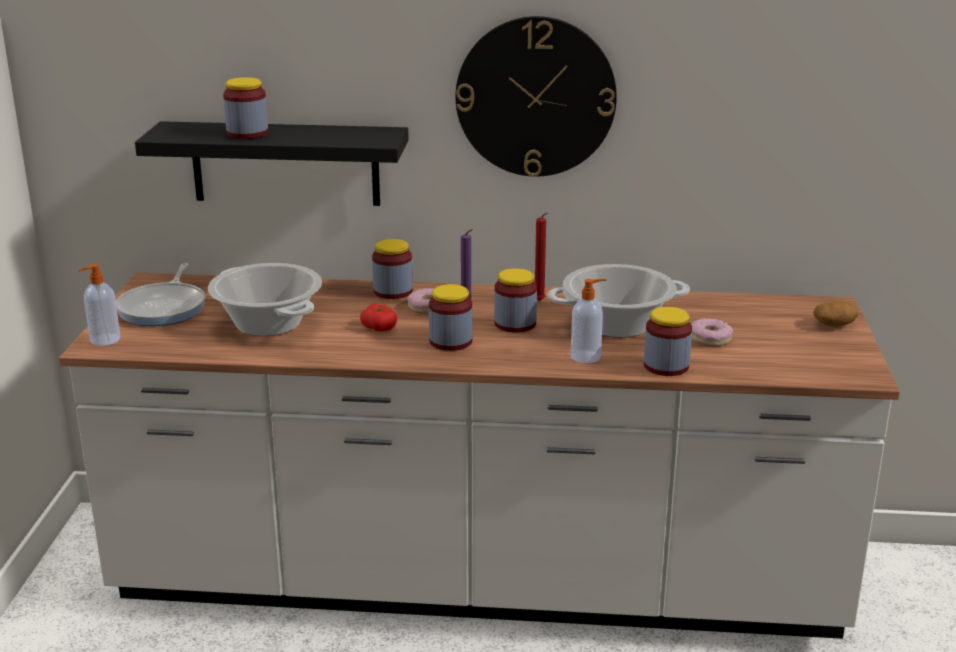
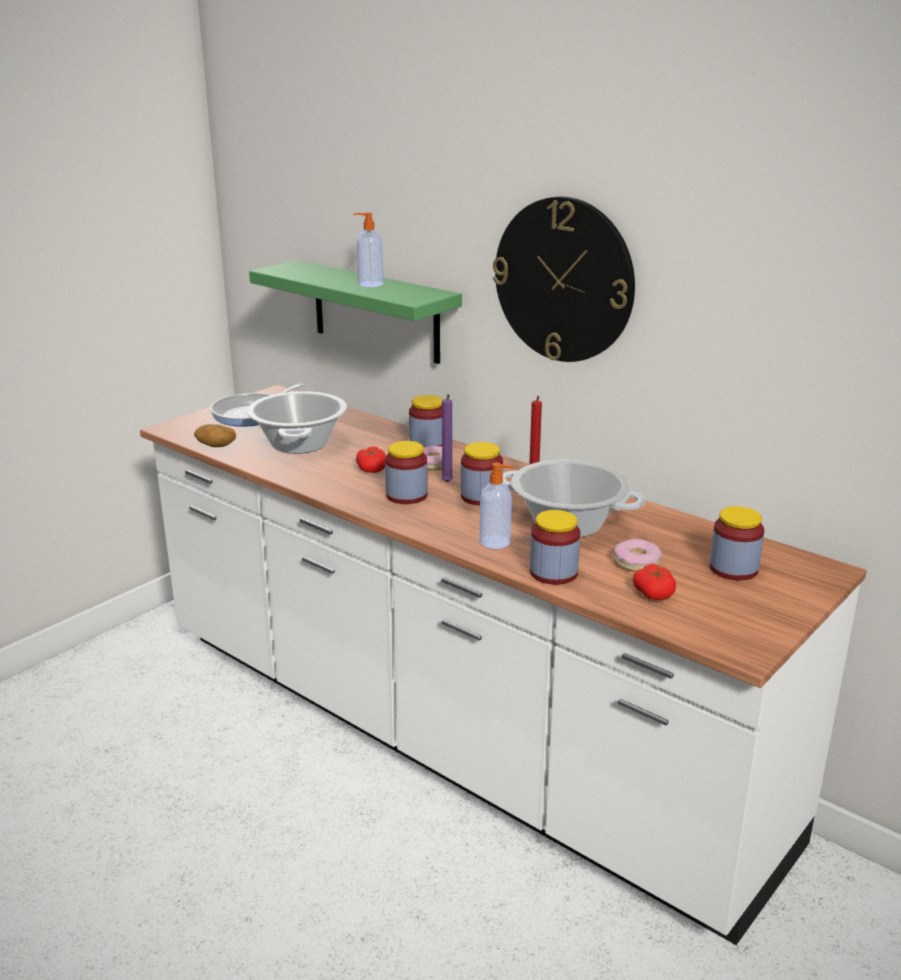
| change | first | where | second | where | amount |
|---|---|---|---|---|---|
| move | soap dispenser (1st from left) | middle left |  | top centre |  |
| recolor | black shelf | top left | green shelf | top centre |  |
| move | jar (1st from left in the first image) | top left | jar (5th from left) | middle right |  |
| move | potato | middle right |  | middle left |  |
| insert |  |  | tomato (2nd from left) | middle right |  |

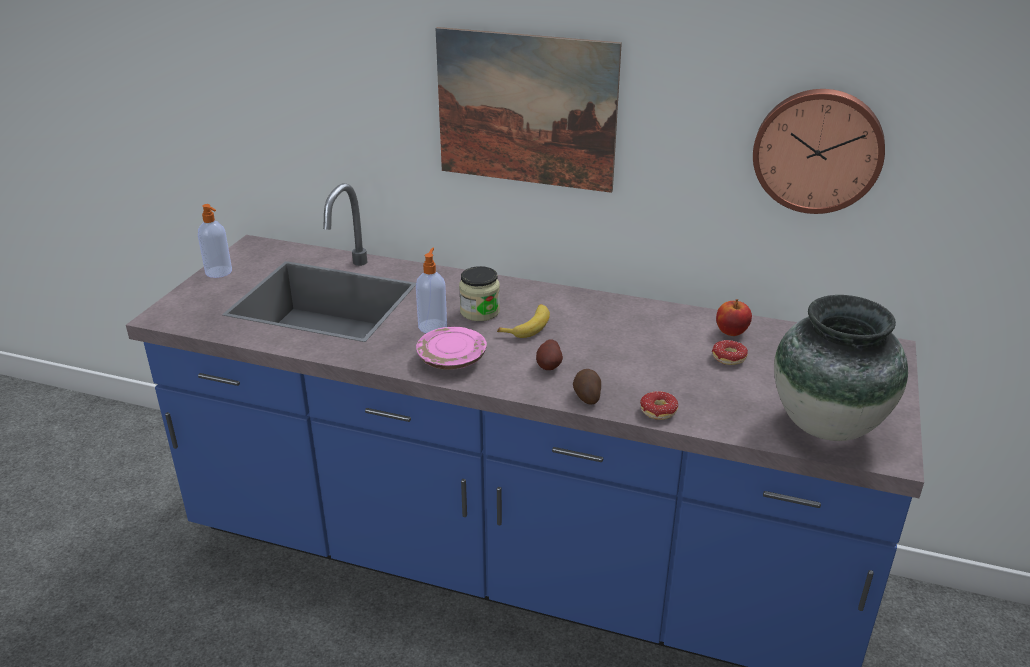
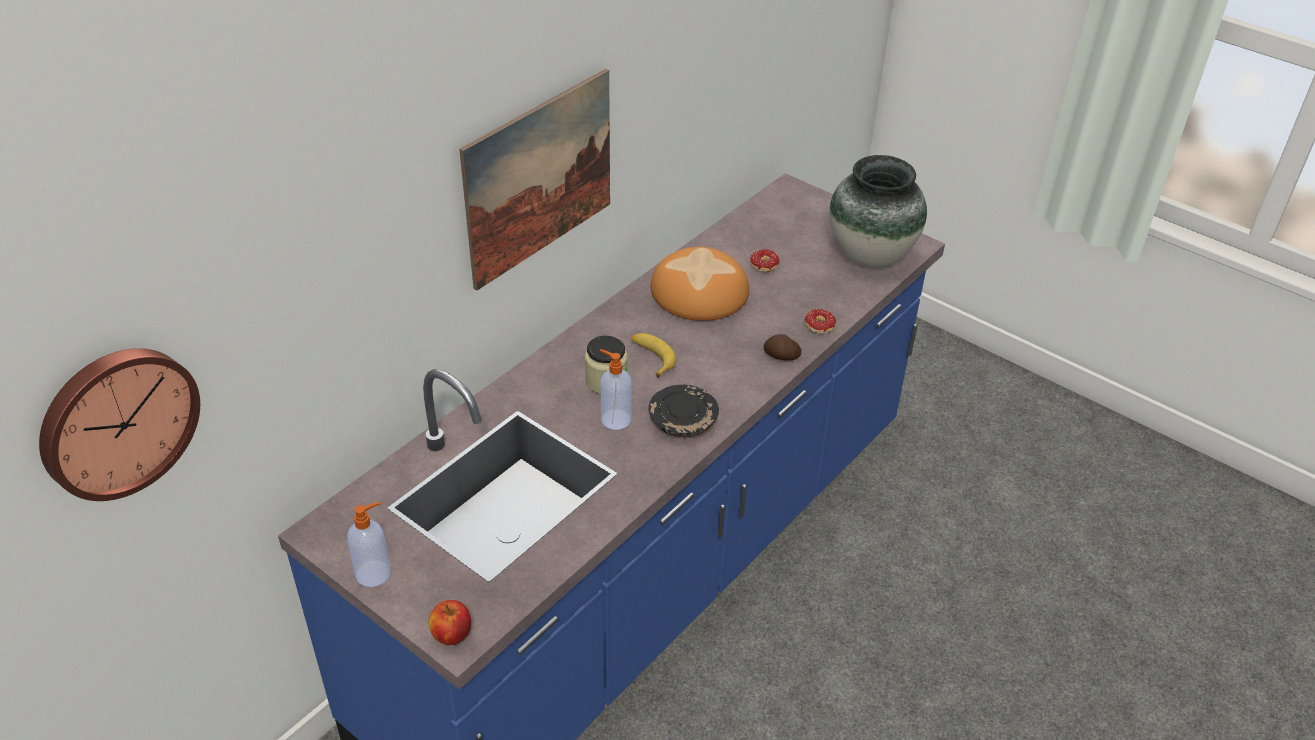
| change | first | where | second | where | amount |
|---|---|---|---|---|---|
| recolor | pink plate | centre | black plate | centre |  |
| delete | potato (1st from left) | centre |  |  |  |
| move | apple | middle right |  | bottom centre |  |
| move | wall clock | top right |  | middle left |  |
| insert |  |  | bread | centre |  |

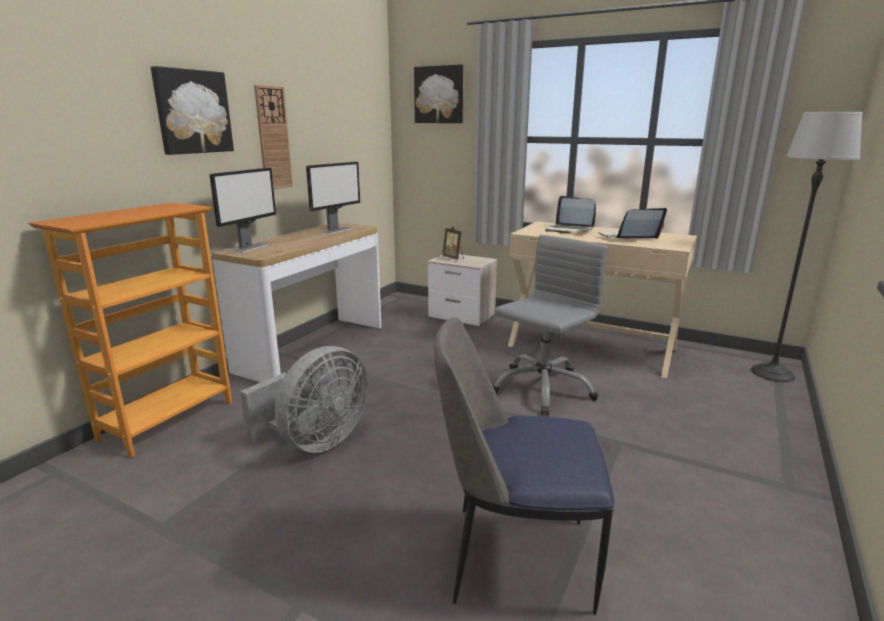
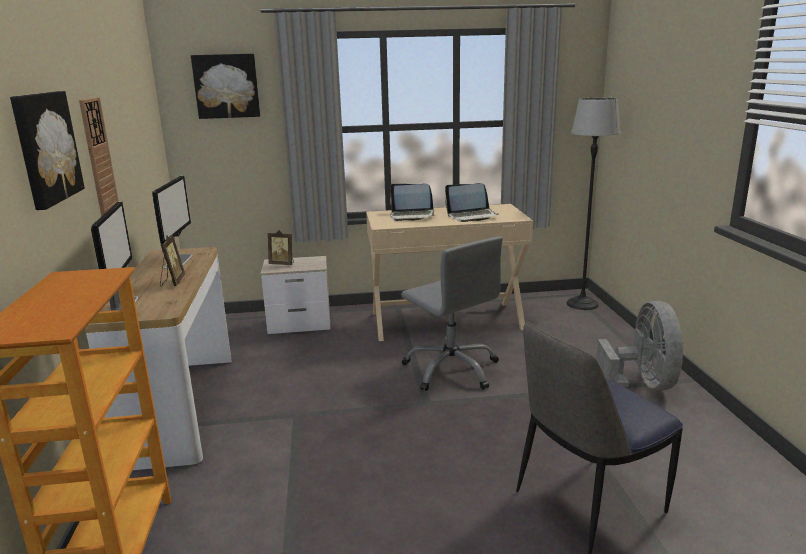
| change | first | where | second | where | amount |
|---|---|---|---|---|---|
| move | grey fan | centre |  | middle right |  |
| rotate | grey office chair | centre |  | centre | 135 degrees clockwise |
| rotate | laptop (2nd from left) | middle right |  | centre | 135 degrees counterclockwise |
| insert |  |  | picture frame (1st from left) | middle left |  |

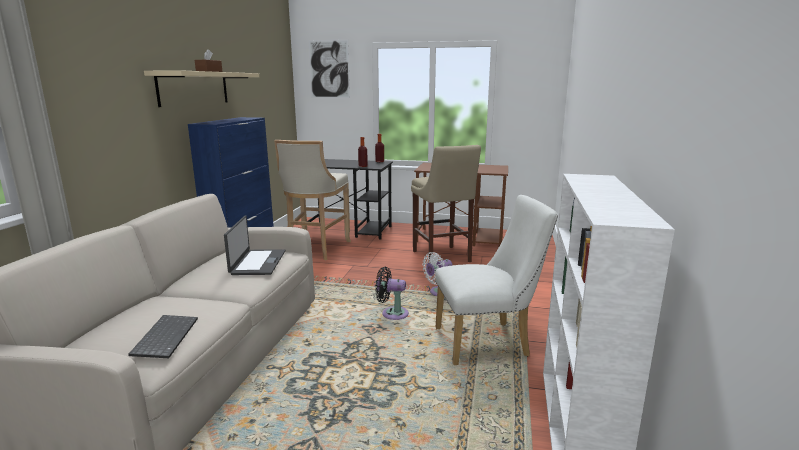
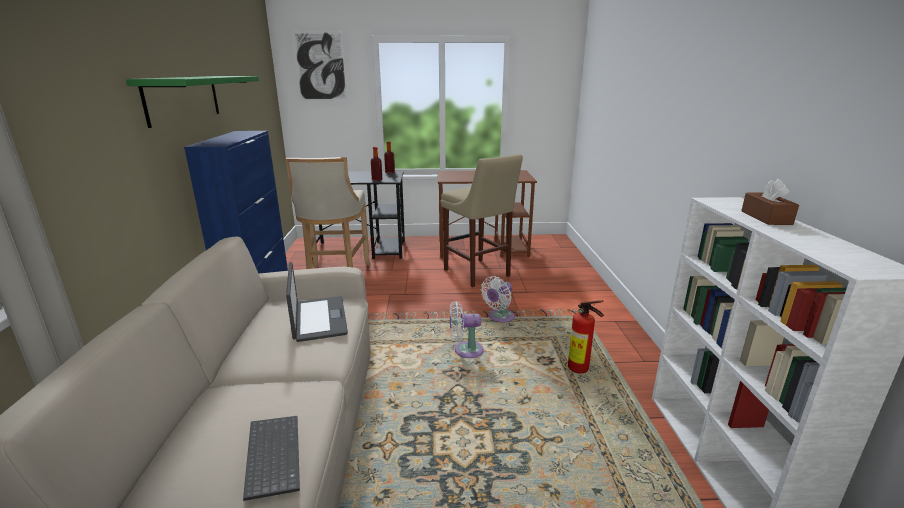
| change | first | where | second | where | amount |
|---|---|---|---|---|---|
| recolor | beige shelf | top left | green shelf | top left |  |
| move | brown tissue box | top left |  | middle right |  |
| recolor | black fan | centre | white fan (1st from left) | centre |  |
| replace | white chair | centre | fire extinguisher | centre |  |

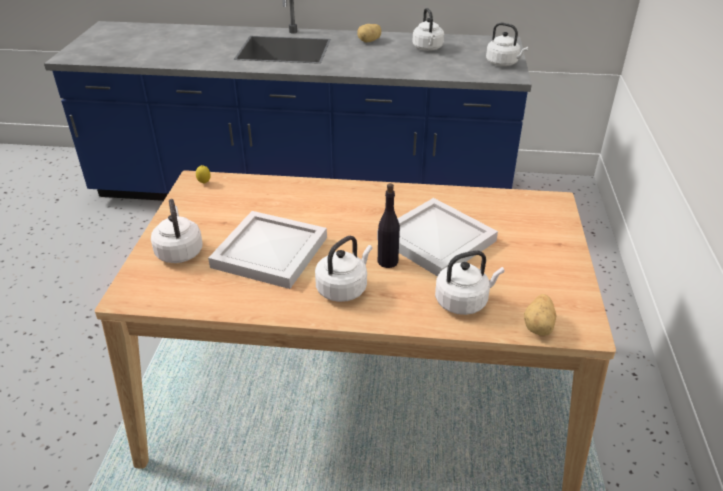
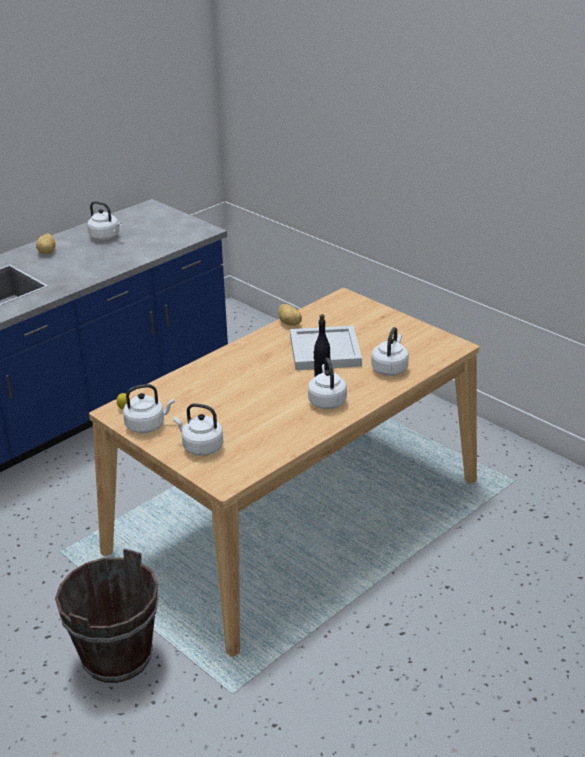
| change | first | where | second | where | amount |
|---|---|---|---|---|---|
| delete | white tray (1st from left) | centre |  |  |  |
| move | white kettle (5th from left in the first image) | top right | white kettle (2nd from left) | middle left |  |
| move | potato (2nd from left) | middle right |  | centre |  |
| insert |  |  | brown bucket | bottom left |  |

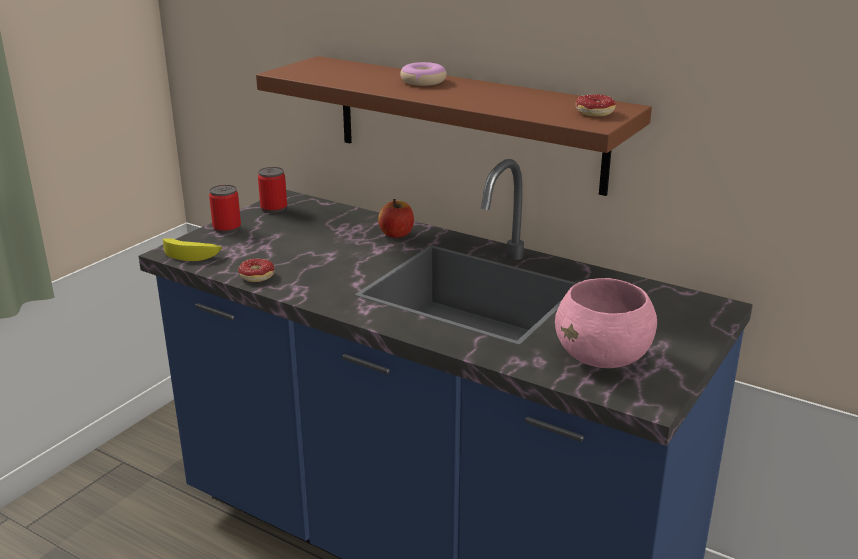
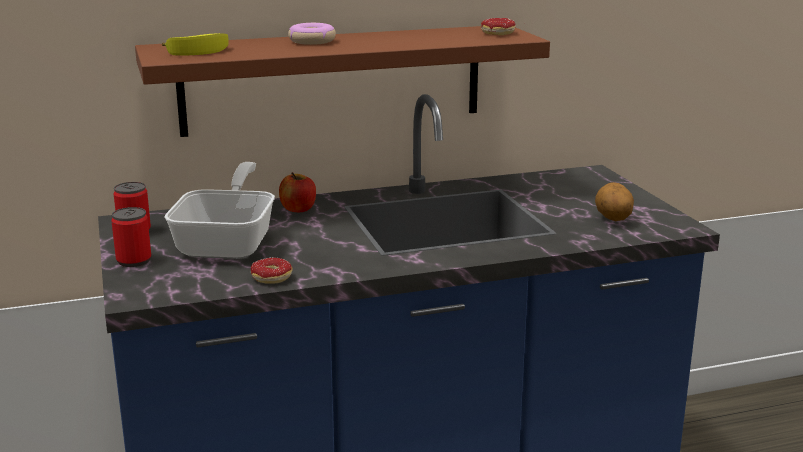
| change | first | where | second | where | amount |
|---|---|---|---|---|---|
| move | banana | middle left |  | top left |  |
| replace | pink bowl | middle right | potato | middle right |  |
| insert |  |  | frying pan | middle left |  |

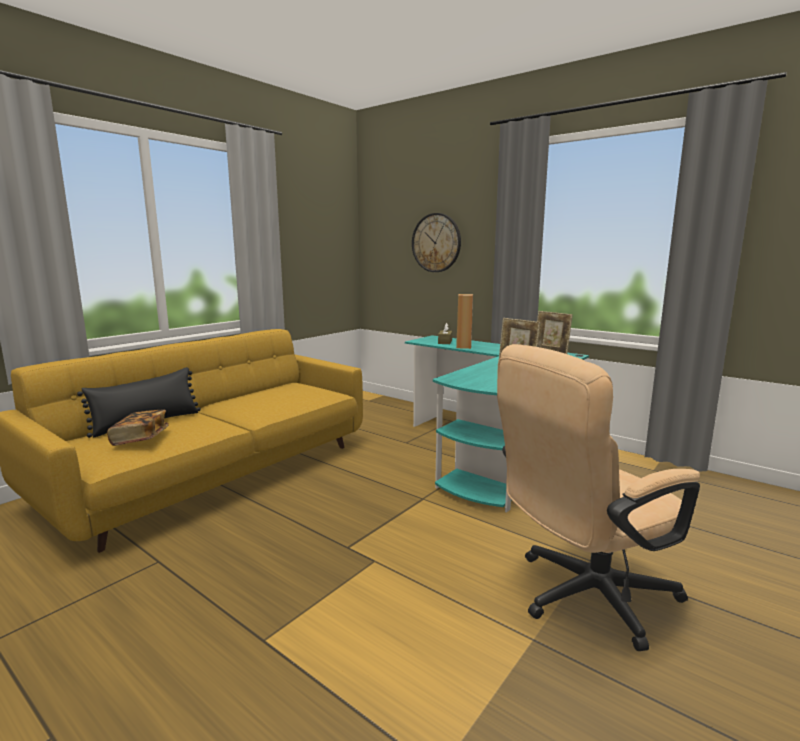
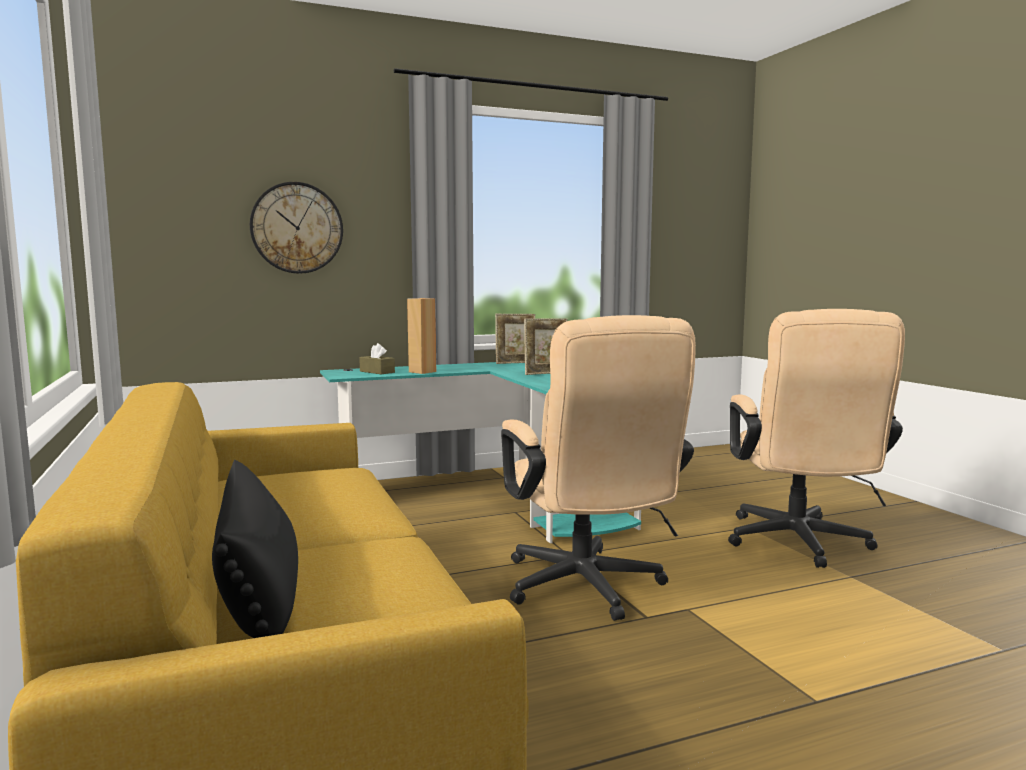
| change | first | where | second | where | amount |
|---|---|---|---|---|---|
| delete | book | middle left |  |  |  |
| insert |  |  | beige office chair (1st from left) | centre |  |

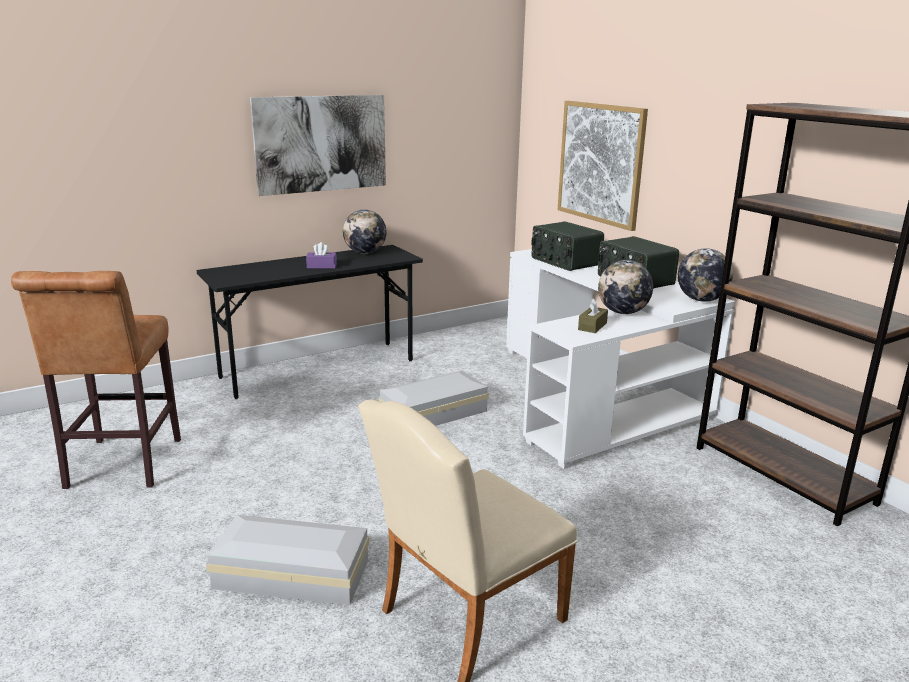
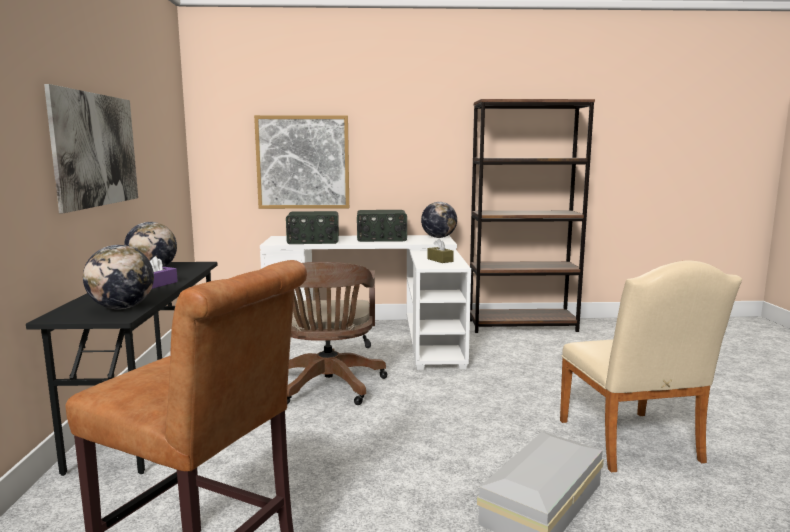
| change | first | where | second | where | amount |
|---|---|---|---|---|---|
| replace | white storage box (2nd from left) | centre | brown office chair | centre |  |
| move | globe (2nd from left in the first image) | middle right | globe (1st from left) | middle left |  |

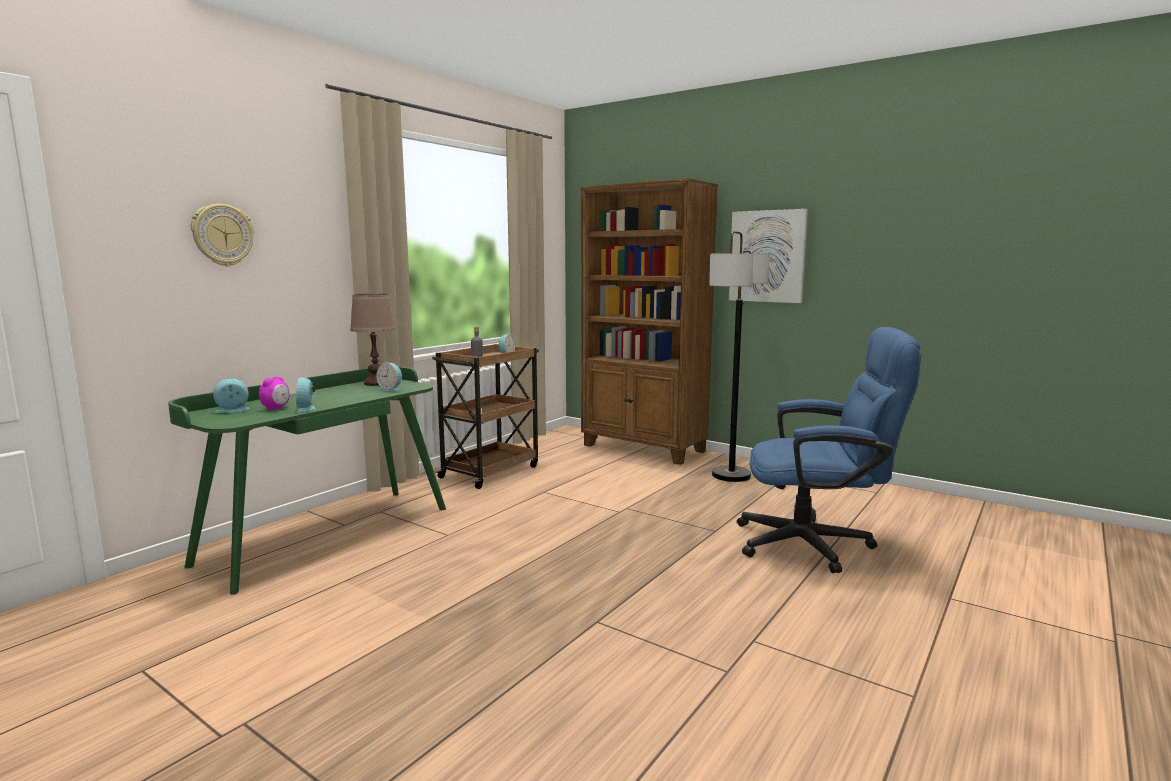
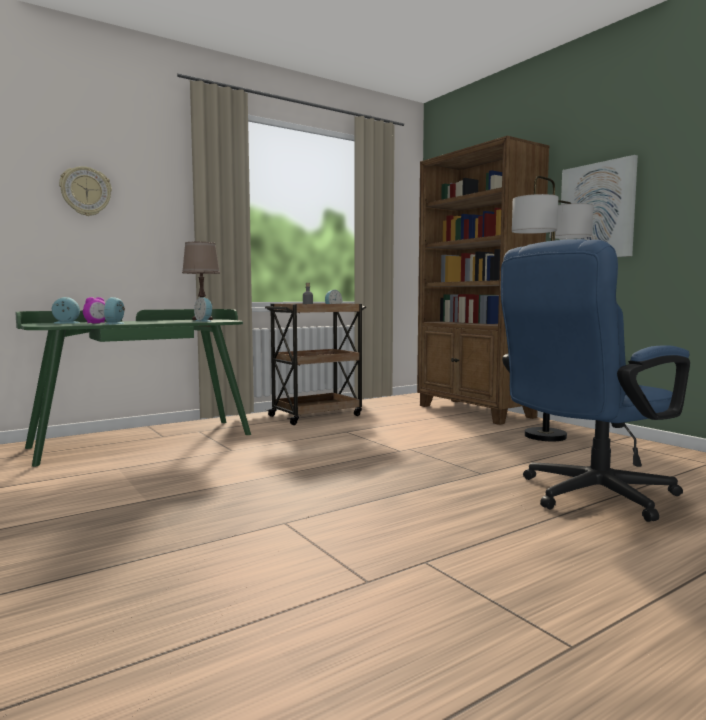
| change | first | where | second | where | amount |
|---|---|---|---|---|---|
| rotate | blue office chair | middle right |  | middle right | 120 degrees clockwise |

